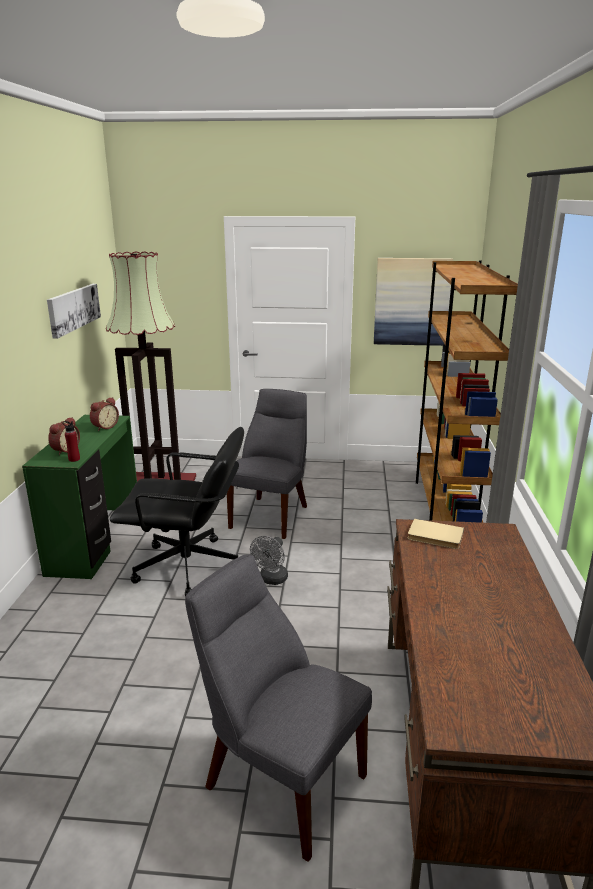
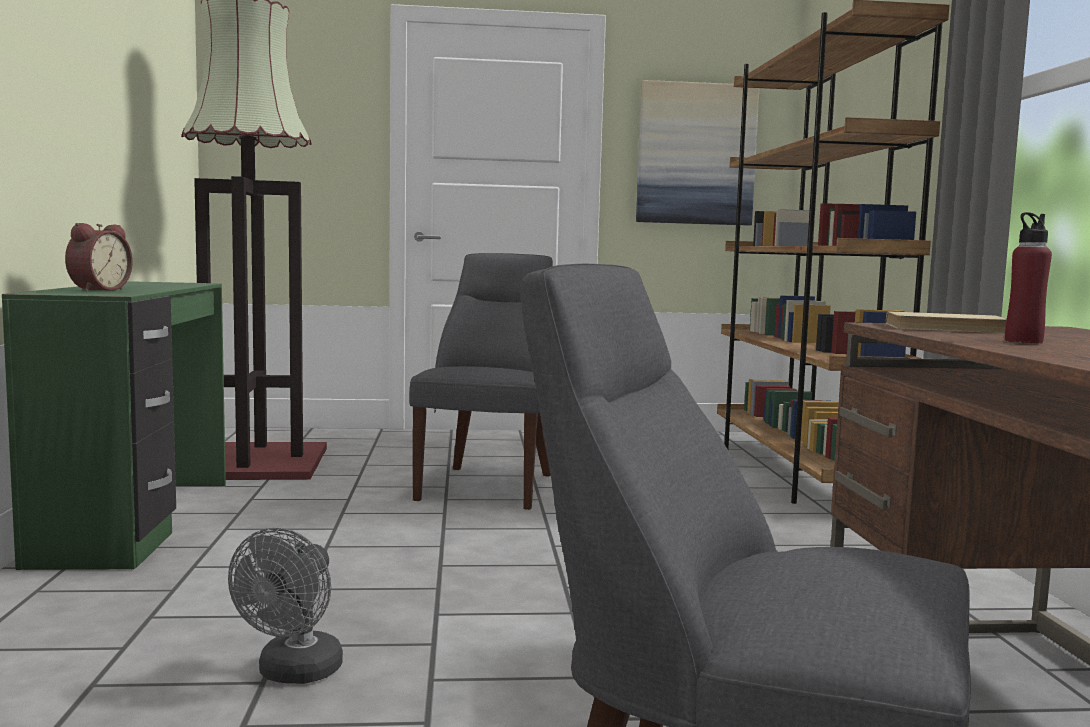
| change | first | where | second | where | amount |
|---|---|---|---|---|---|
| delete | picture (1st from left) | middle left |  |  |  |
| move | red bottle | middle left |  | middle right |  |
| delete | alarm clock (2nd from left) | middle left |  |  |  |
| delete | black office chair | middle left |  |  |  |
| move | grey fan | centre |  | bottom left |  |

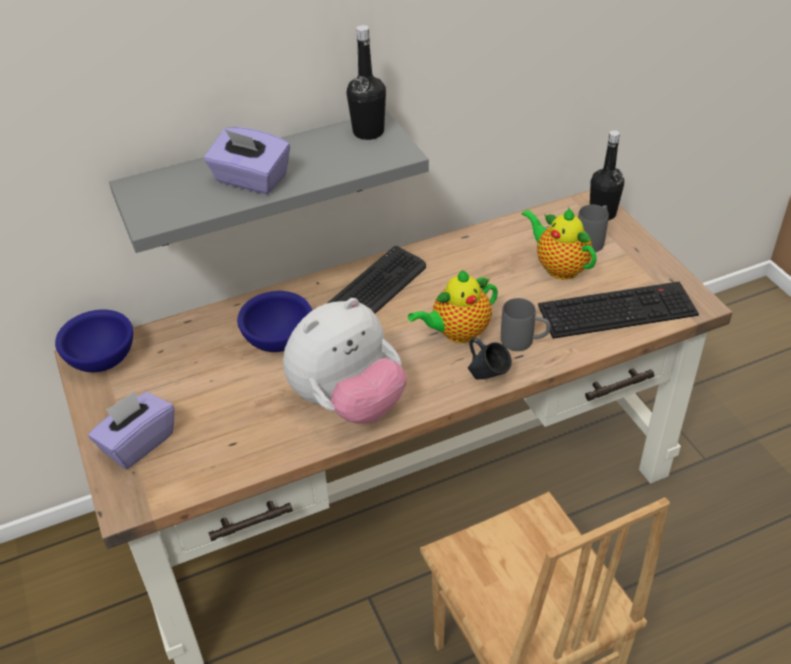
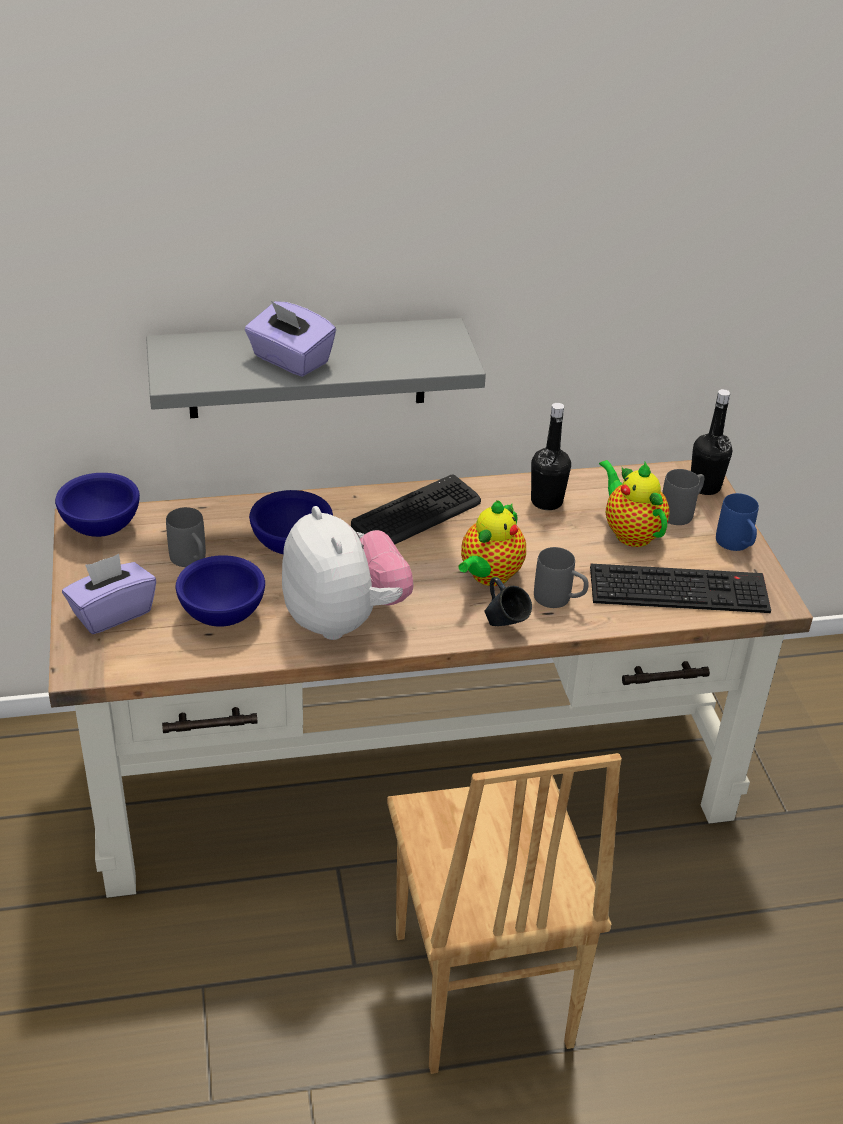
| change | first | where | second | where | amount |
|---|---|---|---|---|---|
| rotate | plush toy | centre |  | centre | 90 degrees counterclockwise |
| move | black bottle (1st from left) | top centre |  | centre |  |
| rotate | teapot (1st from left) | centre |  | centre | 45 degrees counterclockwise |
| insert |  |  | grey mug (1st from left) | middle left |  |
| insert |  |  | blue bowl (2nd from left) | middle left |  |
| insert |  |  | blue mug (2nd from left) | middle right |  |

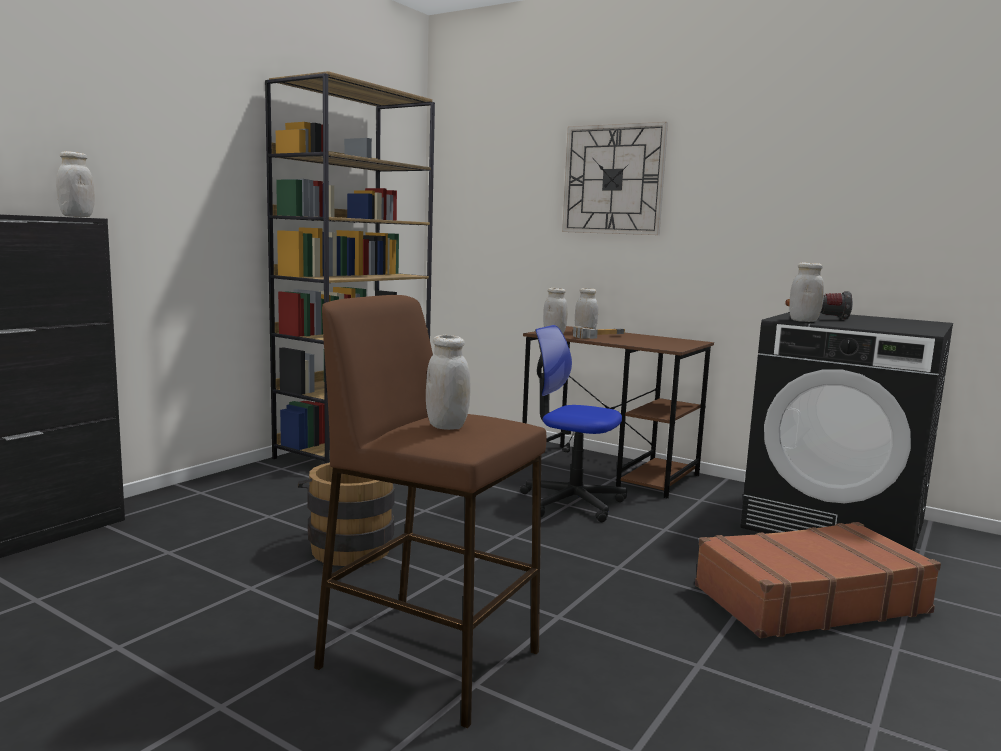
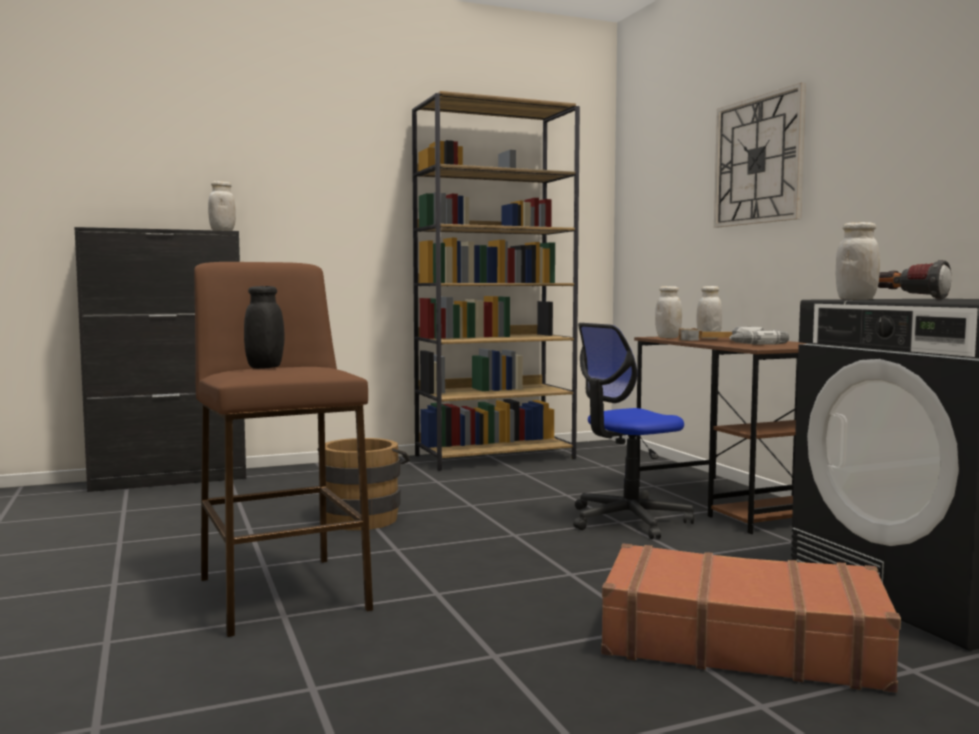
| change | first | where | second | where | amount |
|---|---|---|---|---|---|
| recolor | white jar (2nd from left) | centre | black jar | middle left |  |
| rotate | office chair | centre |  | centre | 90 degrees counterclockwise |
| insert |  |  | power drill | middle right |  |

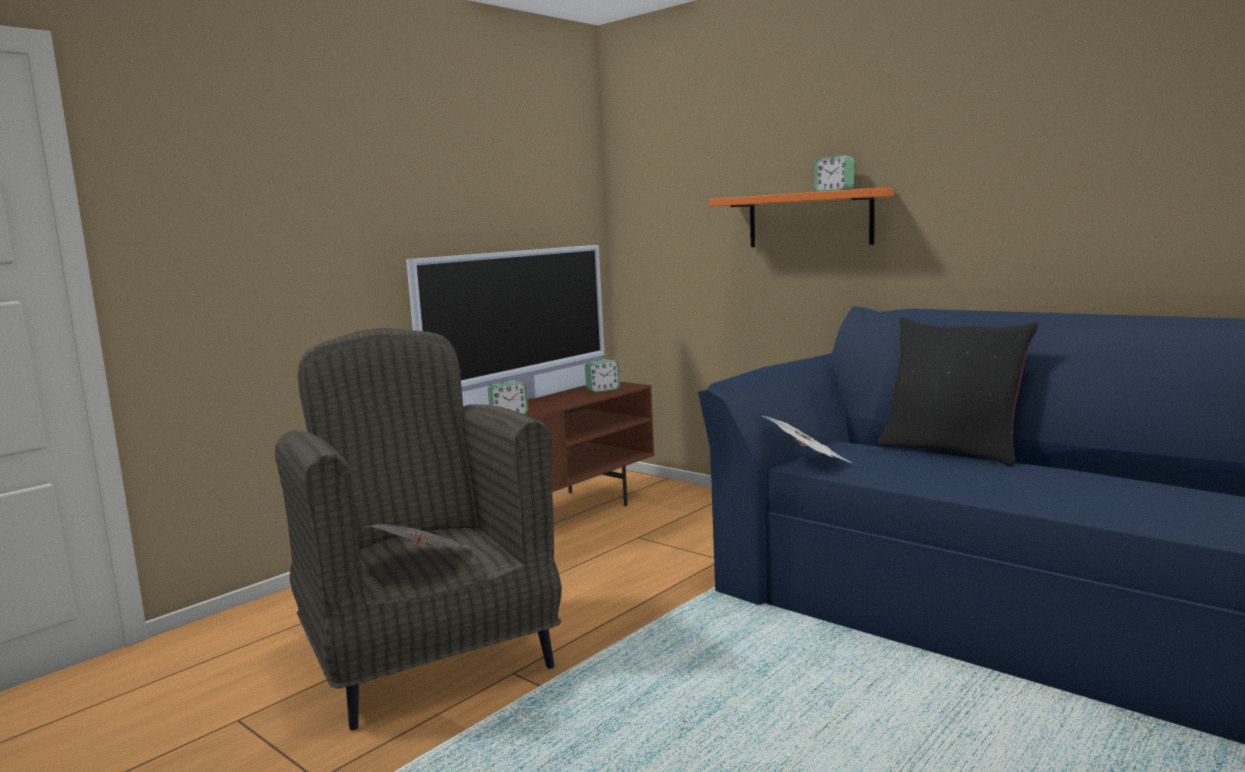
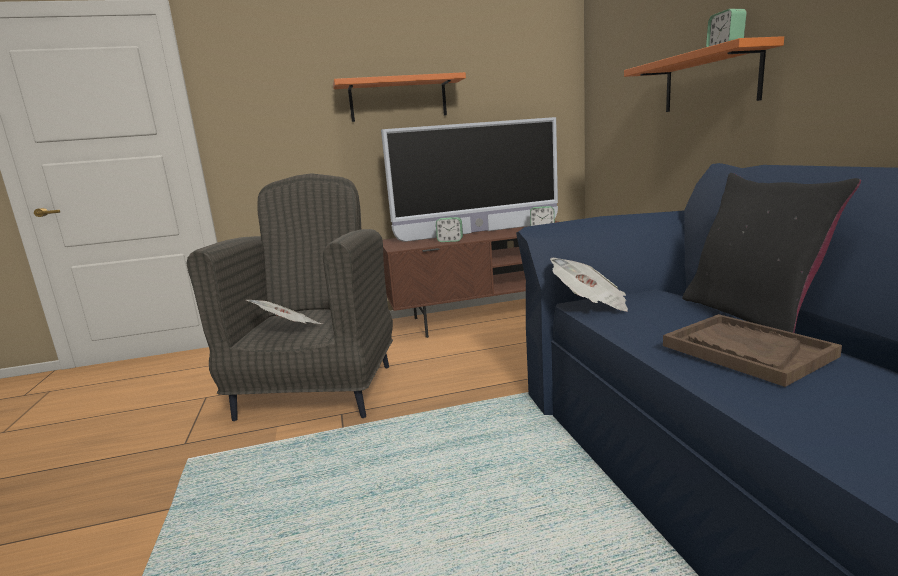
| change | first | where | second | where | amount |
|---|---|---|---|---|---|
| insert |  |  | orange shelf (1st from left) | top centre |  |
| insert |  |  | brown tray | middle right |  |

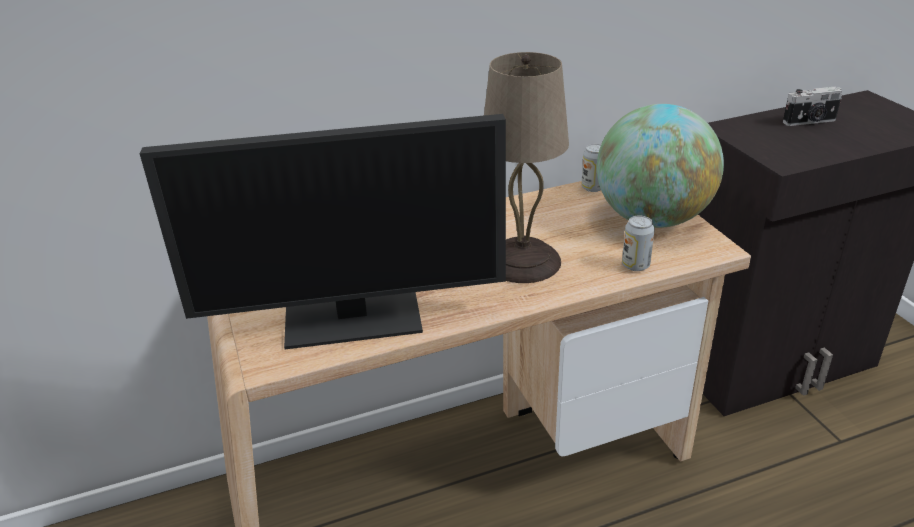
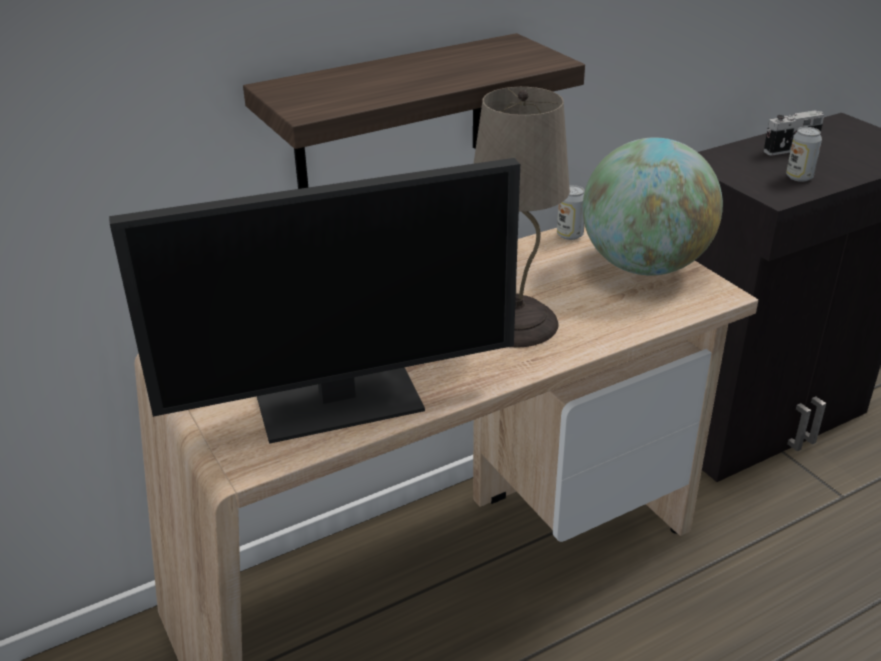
| change | first | where | second | where | amount |
|---|---|---|---|---|---|
| move | can (2nd from left) | middle right |  | top right |  |
| insert |  |  | shelf | top centre |  |

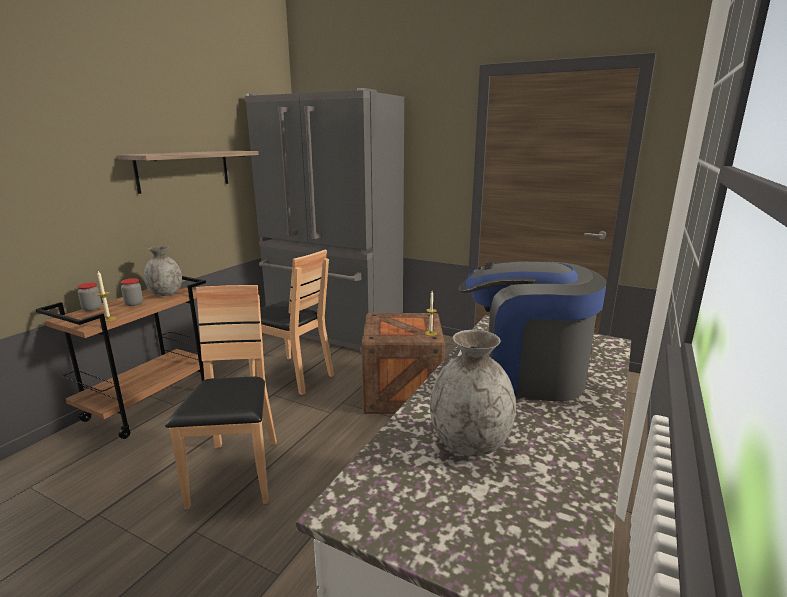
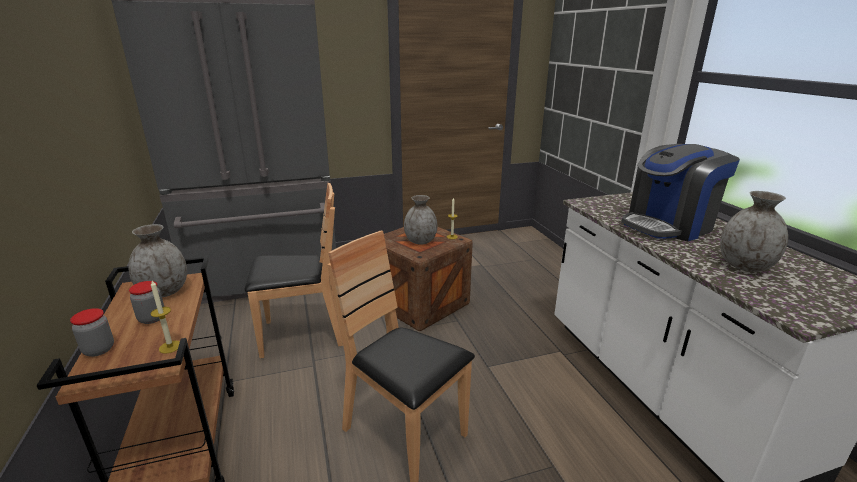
| change | first | where | second | where | amount |
|---|---|---|---|---|---|
| delete | shelf | top left |  |  |  |
| insert |  |  | grey vase (2nd from left) | centre |  |

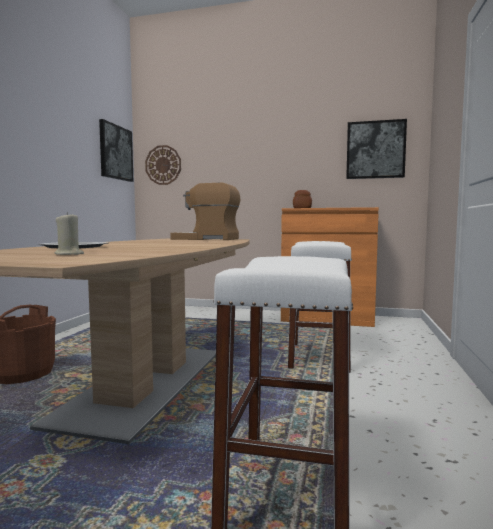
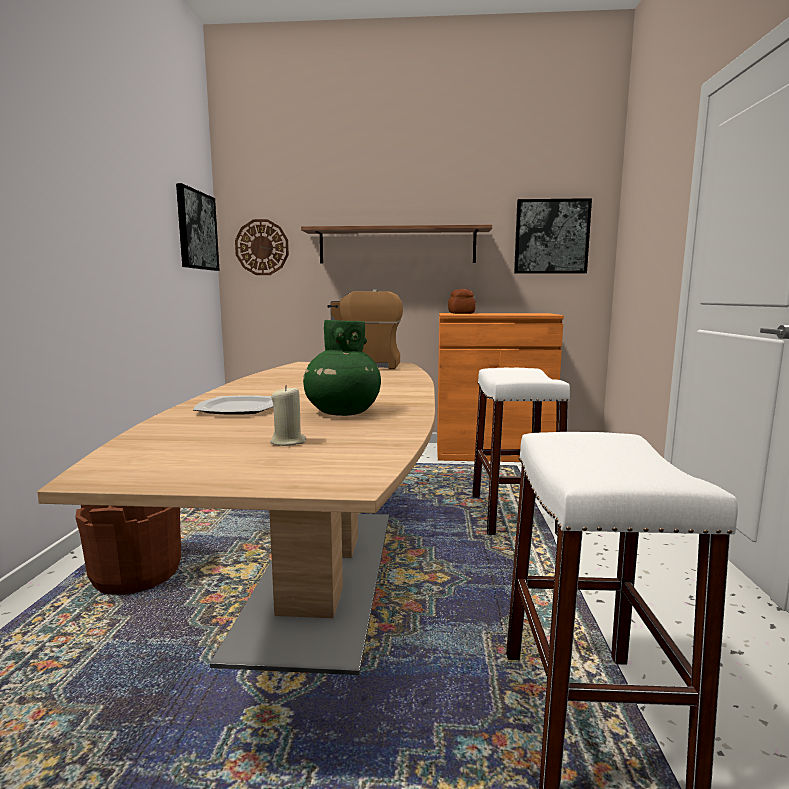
| change | first | where | second | where | amount |
|---|---|---|---|---|---|
| insert |  |  | shelf | top centre |  |
| insert |  |  | green vase | centre |  |

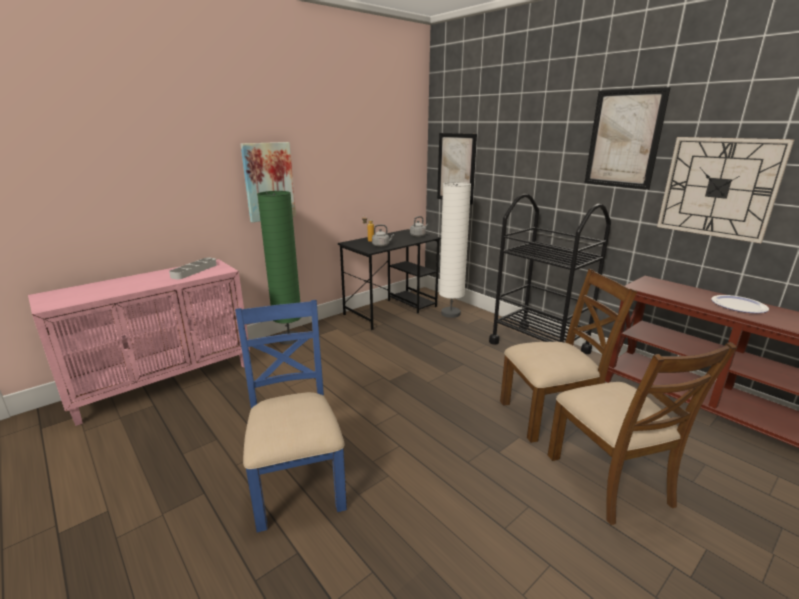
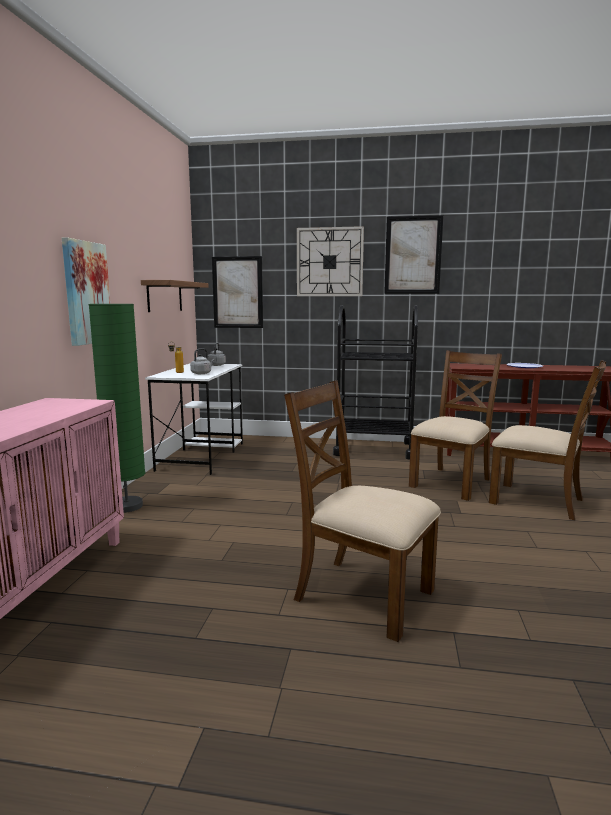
| change | first | where | second | where | amount |
|---|---|---|---|---|---|
| delete | grey tray | middle left |  |  |  |
| recolor | blue chair | bottom centre | brown chair (1st from left) | centre |  |
| recolor | black desk | centre | white desk | middle left |  |
| delete | white floor lamp | centre |  |  |  |
| move | wall clock | top right |  | top centre |  |
| insert |  |  | shelf | middle left |  |

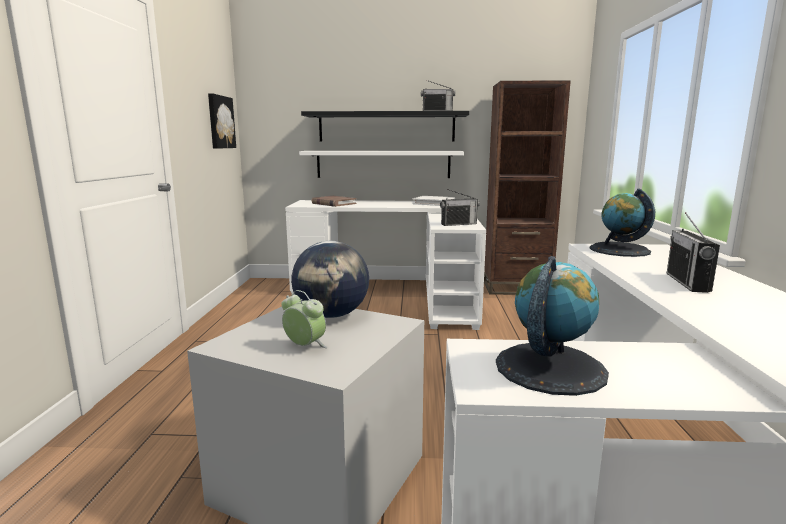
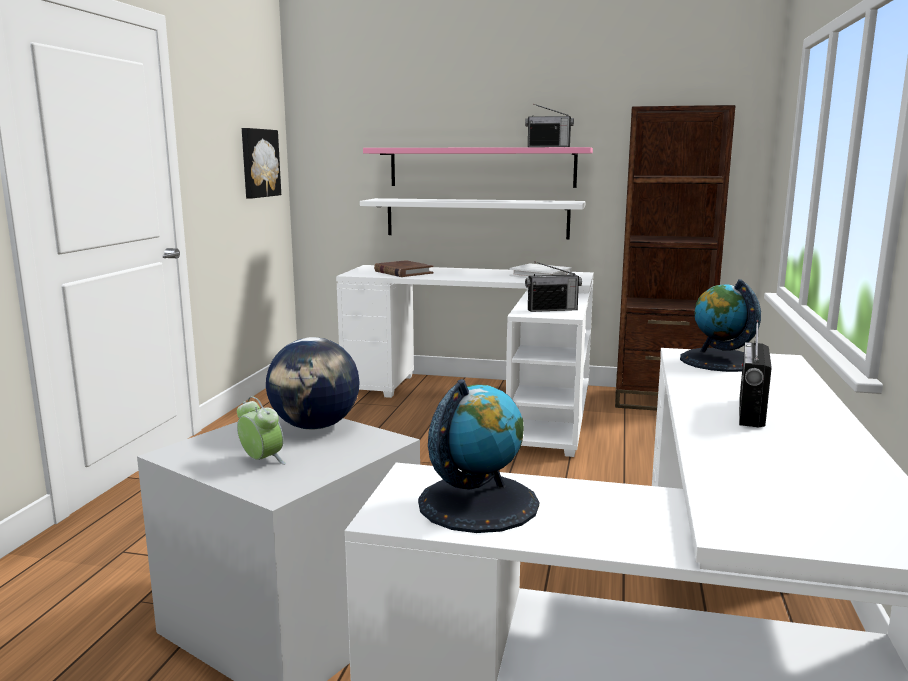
| change | first | where | second | where | amount |
|---|---|---|---|---|---|
| recolor | black shelf | top centre | pink shelf | top centre |  |

